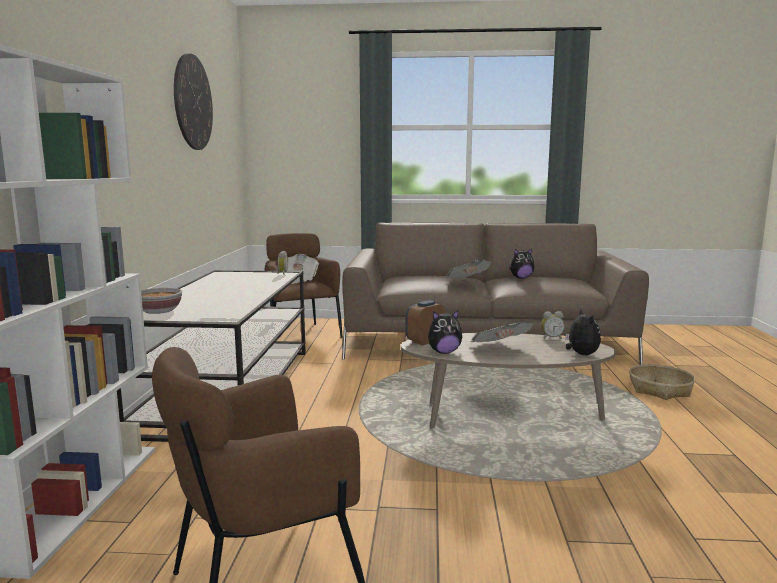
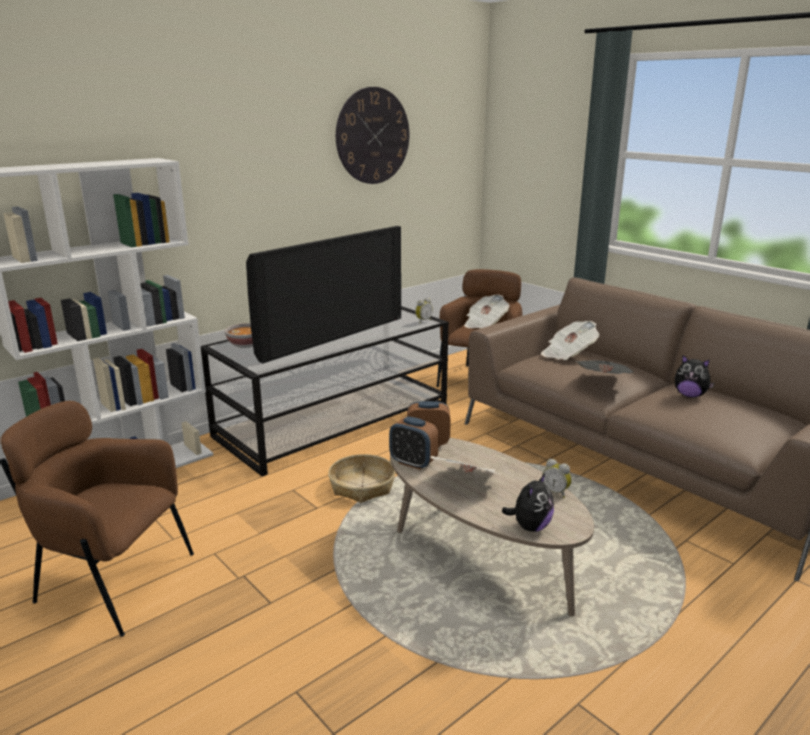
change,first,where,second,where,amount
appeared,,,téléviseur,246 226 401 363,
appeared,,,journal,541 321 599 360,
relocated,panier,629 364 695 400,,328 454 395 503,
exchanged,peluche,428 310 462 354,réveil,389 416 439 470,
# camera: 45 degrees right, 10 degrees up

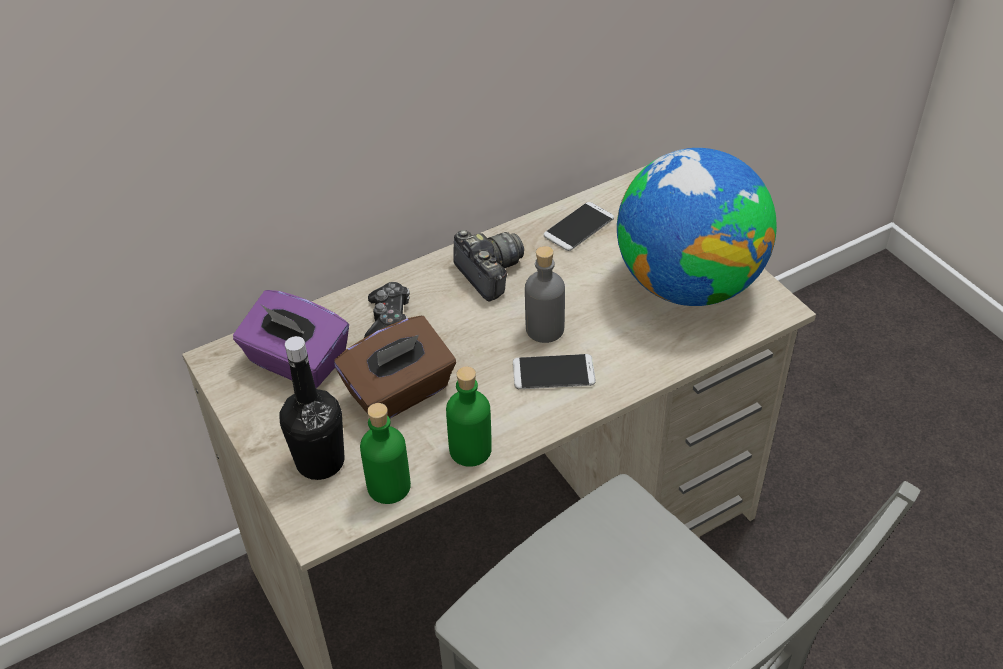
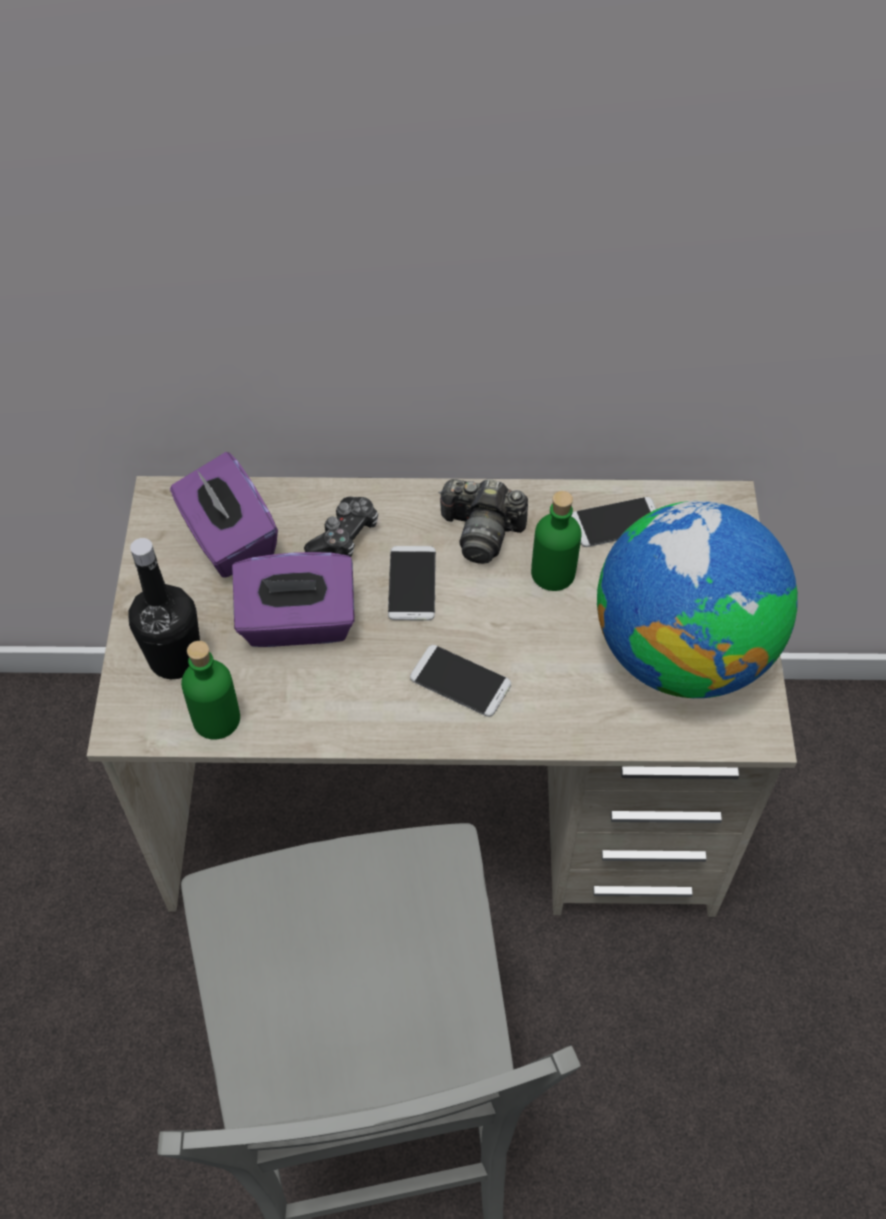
change,first,where,second,where,amount
missing,bouteille (gris),525 246 565 343,,,
appeared,,,téléphone,388 546 436 621,
relocated,bouteille (vert),446 367 492 467,,531 491 582 591,
colour,boîte à mouchoirs (marron),334 316 456 419,boîte à mouchoirs (violet),232 552 355 647,
spun,appareil photo,453 230 524 301,,438 479 528 564,105 degrees clockwise
# camera: 30 degrees right, 10 degrees up

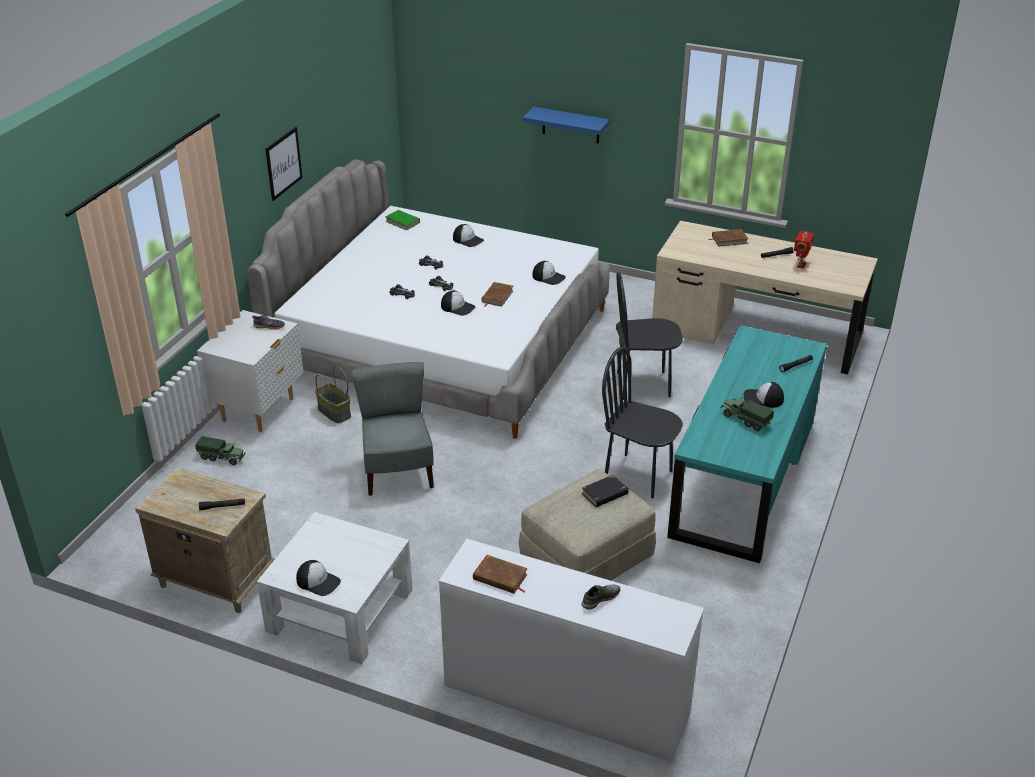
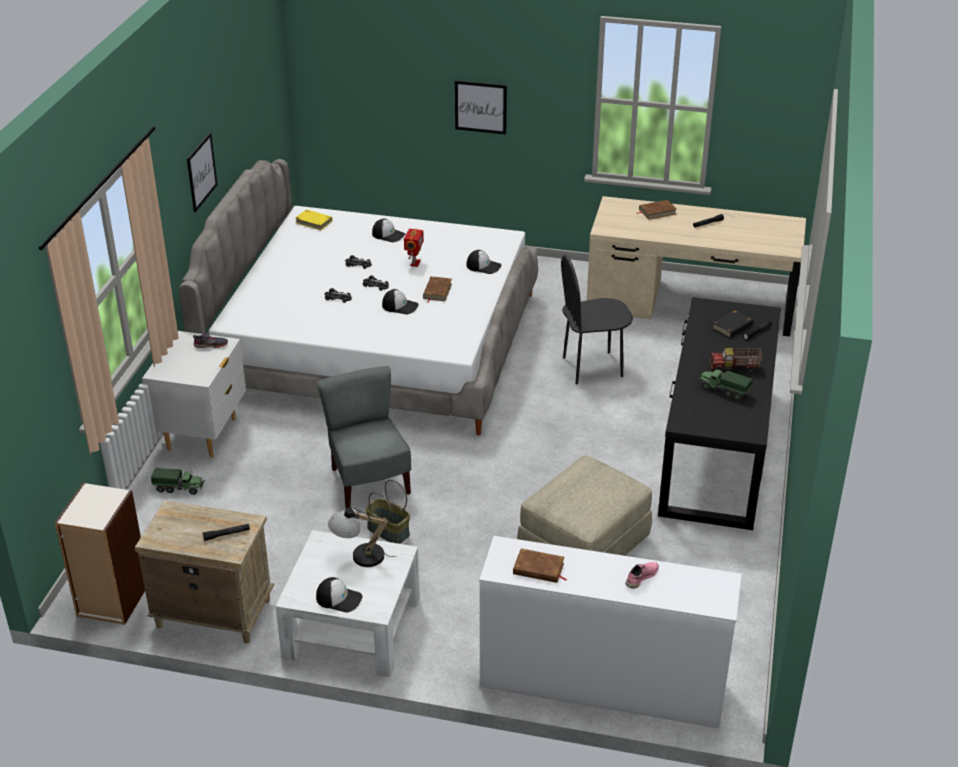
change,first,where,second,where,amount
missing,chaise (noir),602 347 683 498,,,
appeared,,,bibliothèque,55 483 145 625,
appeared,,,lampe de table,328 508 396 567,
relocated,panier,315 366 351 423,,365 480 410 544,
relocated,livre (noir),582 475 630 507,,712 310 754 338,
relocated,robot jouet,794 231 814 269,,404 229 424 267,
exchanged,étagère (bleu),523 107 610 144,tableau,455 80 507 134,
exchanged,casquette,743 382 784 408,camion jouet,710 348 762 373,
colour,livre (vert),385 210 420 230,livre (jaune),295 209 332 230,
colour,chaussure (gris),581 584 620 609,chaussure (rose),626 562 659 589,
colour,bureau (turquoise),667 325 827 563,bureau (noir),658 297 781 530,
# camera: 10 degrees left, 0 degrees up

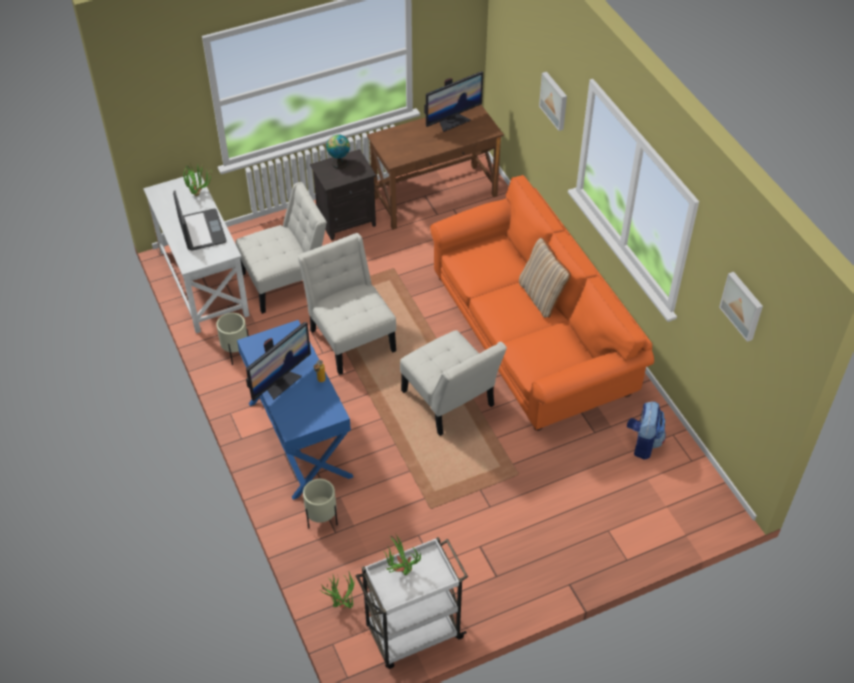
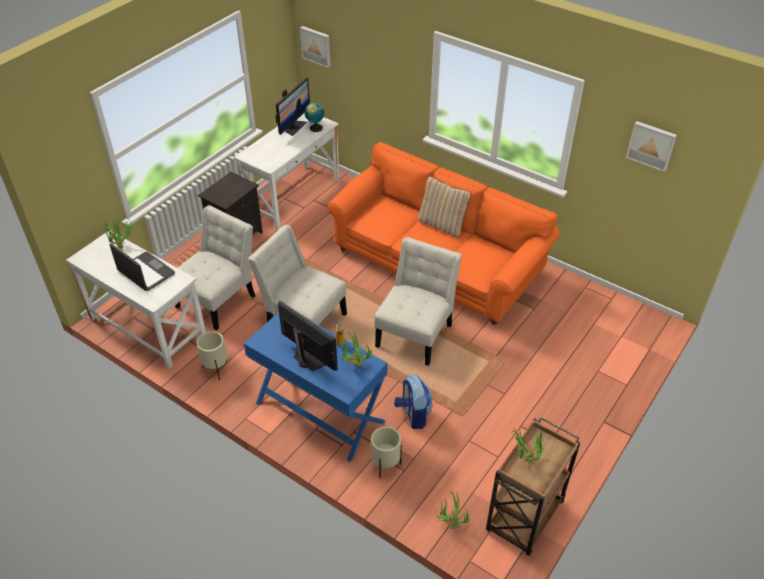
change,first,where,second,where,amount
appeared,,,plante en pot,340 332 372 367,
relocated,globe,326 134 350 169,,305 103 324 132,
relocated,tableau,539 72 567 131,,300 26 331 68,
relocated,sac à dos,627 401 666 460,,394 374 432 429,
colour,chariot (blanc),356 537 468 669,chariot (marron),486 417 580 556,
colour,bureau (marron),367 105 504 230,bureau (blanc),234 113 339 230,
spun,écran d'ordinateur,246 322 311 401,,278 301 338 371,60 degrees counterclockwise
spun,chaise (blanc),400 330 507 436,,374 237 462 366,90 degrees counterclockwise
# camera: 30 degrees left, 5 degrees down

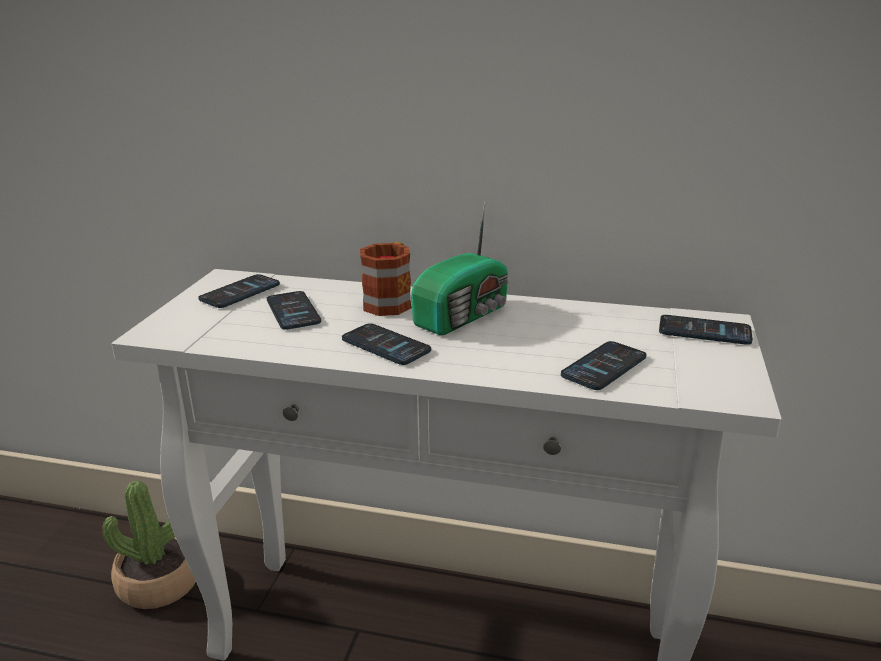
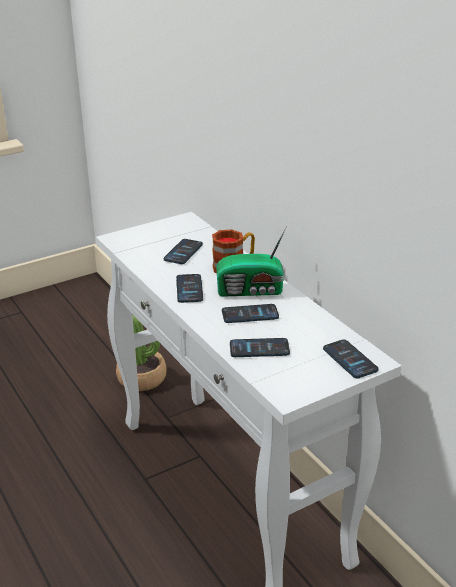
change,first,where,second,where,amount
relocated,téléphone,198 274 280 308,,222 304 279 323,
# camera: 45 degrees right, 5 degrees up

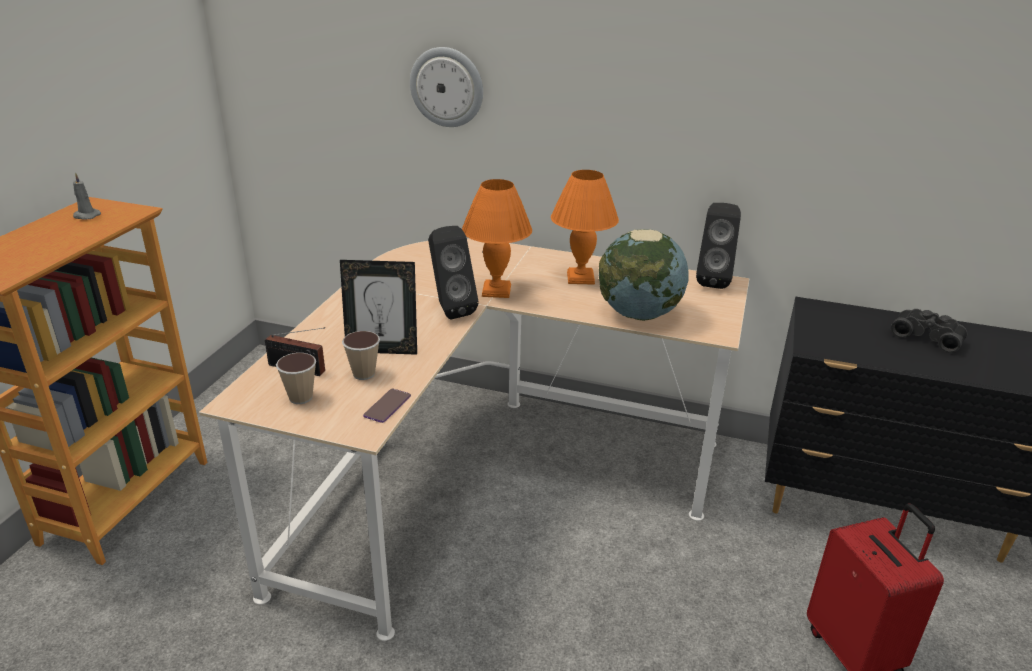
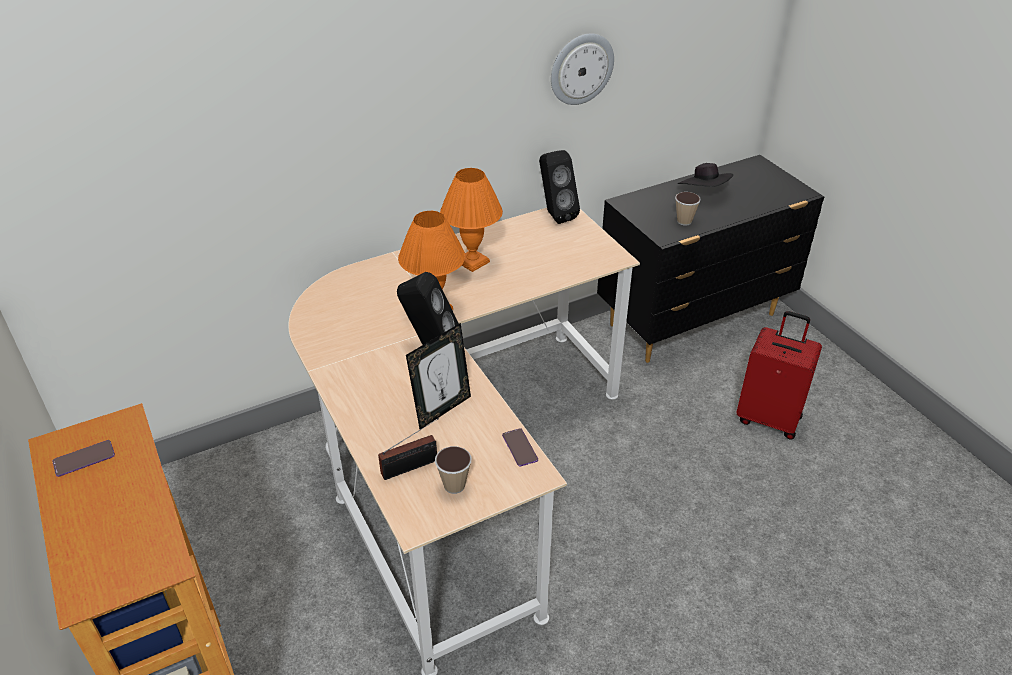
change,first,where,second,where,amount
missing,globe,599 230 689 321,,,
relocated,tasse,342 331 380 380,,675 192 701 226,
relocated,horloge murale,410 47 483 127,,551 33 614 105,
exchanged,bougie (gris),73 172 101 220,téléphone,52 440 115 477,
exchanged,jumelles (noir),891 309 967 353,chapeau (noir),678 163 733 187,
# camera: 45 degrees left, 10 degrees up

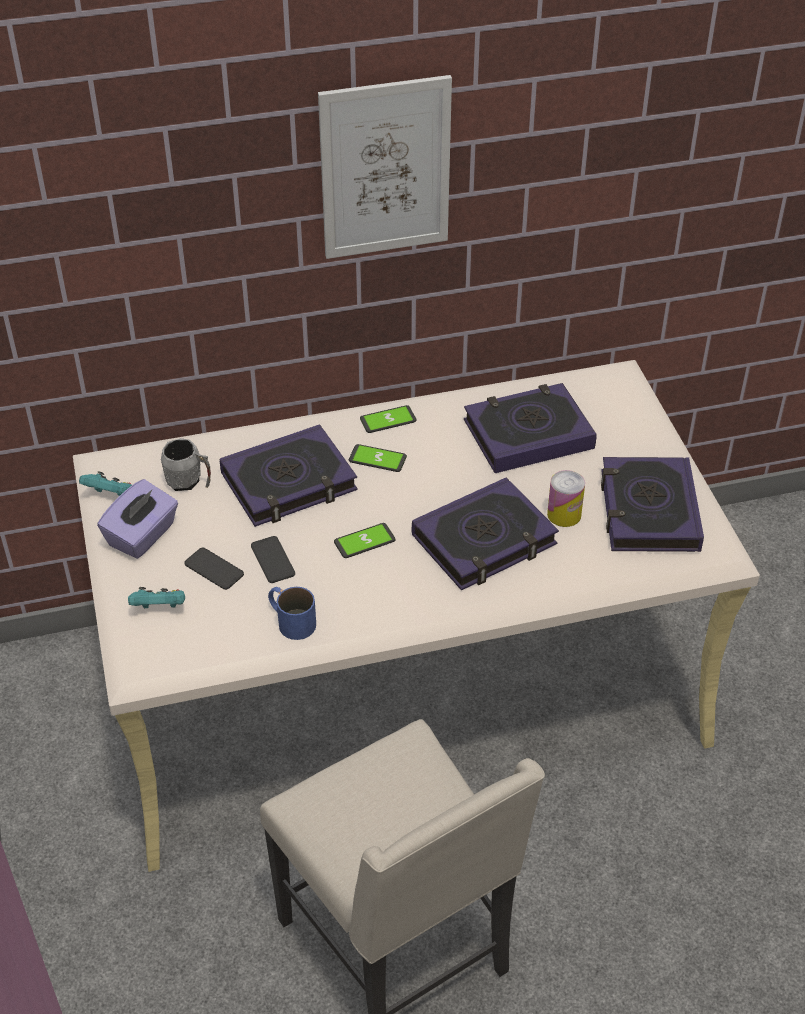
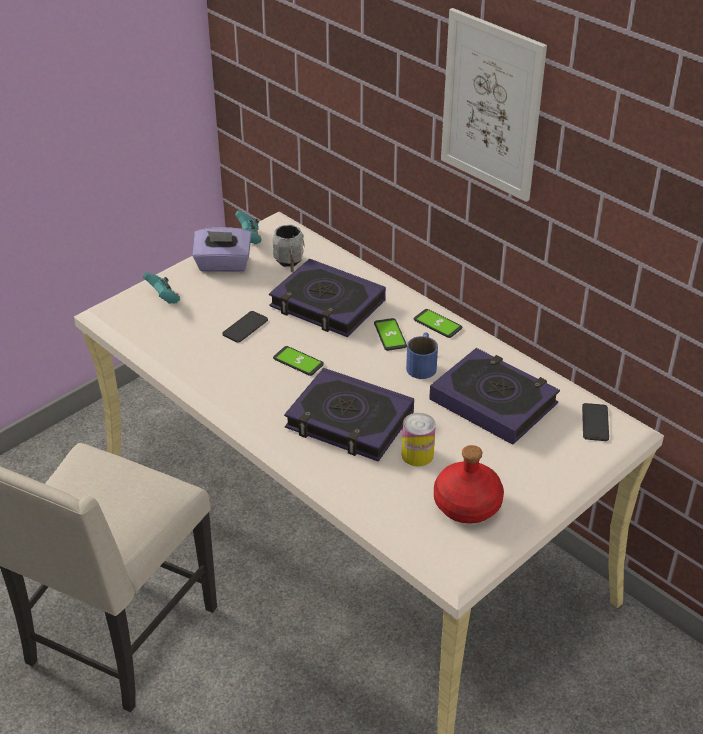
change,first,where,second,where,amount
relocated,téléphone,184 548 244 590,,582 403 609 441,
relocated,mug (bleu),268 587 316 640,,406 333 438 379,
exchanged,livre,601 457 704 552,bouteille (rouge),434 445 504 523,
# camera: 60 degrees right, 5 degrees down

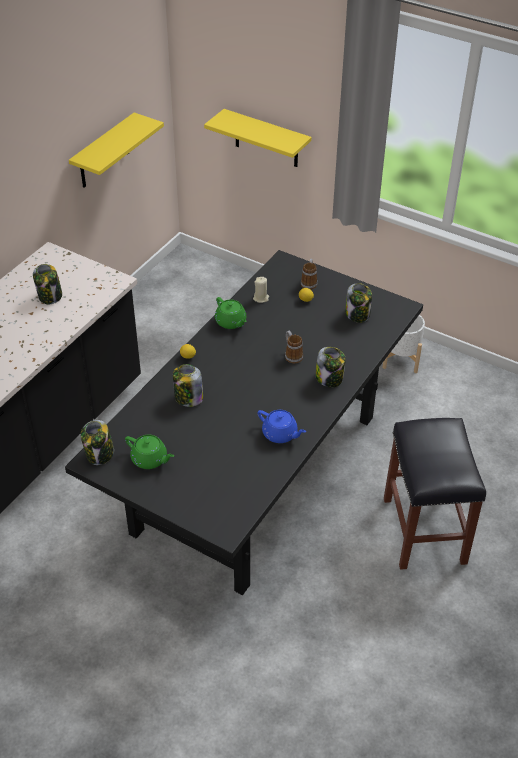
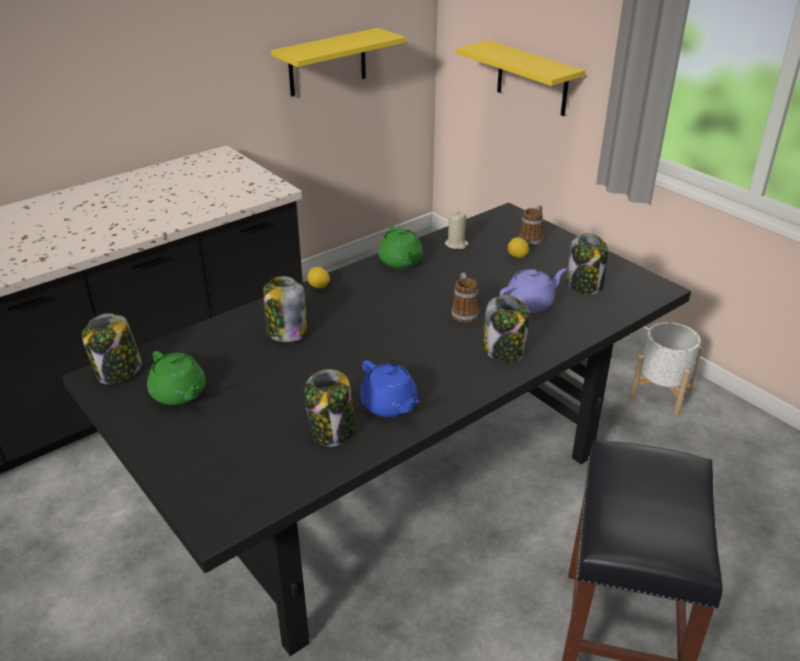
change,first,where,second,where,amount
appeared,,,théière (violet),499 269 567 313,
relocated,bocal,33 264 62 304,,304 369 356 447,
# camera: 20 degrees right, 10 degrees down

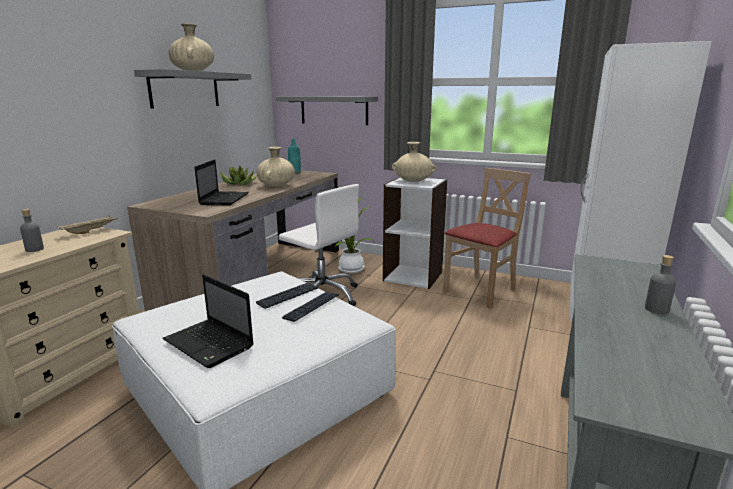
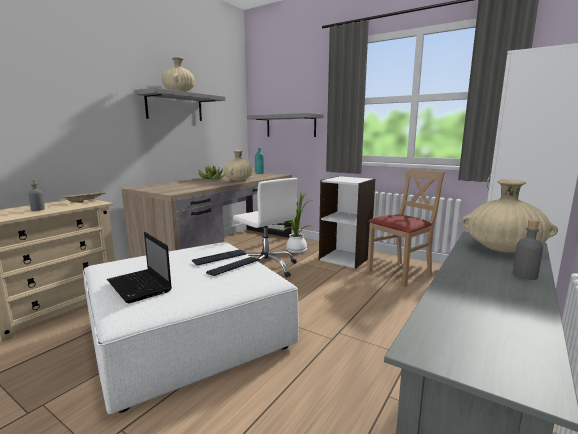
change,first,where,second,where,amount
missing,ordinateur portable,194 160 249 205,,,
relocated,vase (beige),392 142 437 182,,461 179 558 253,
# camera: 10 degrees right, 5 degrees down

